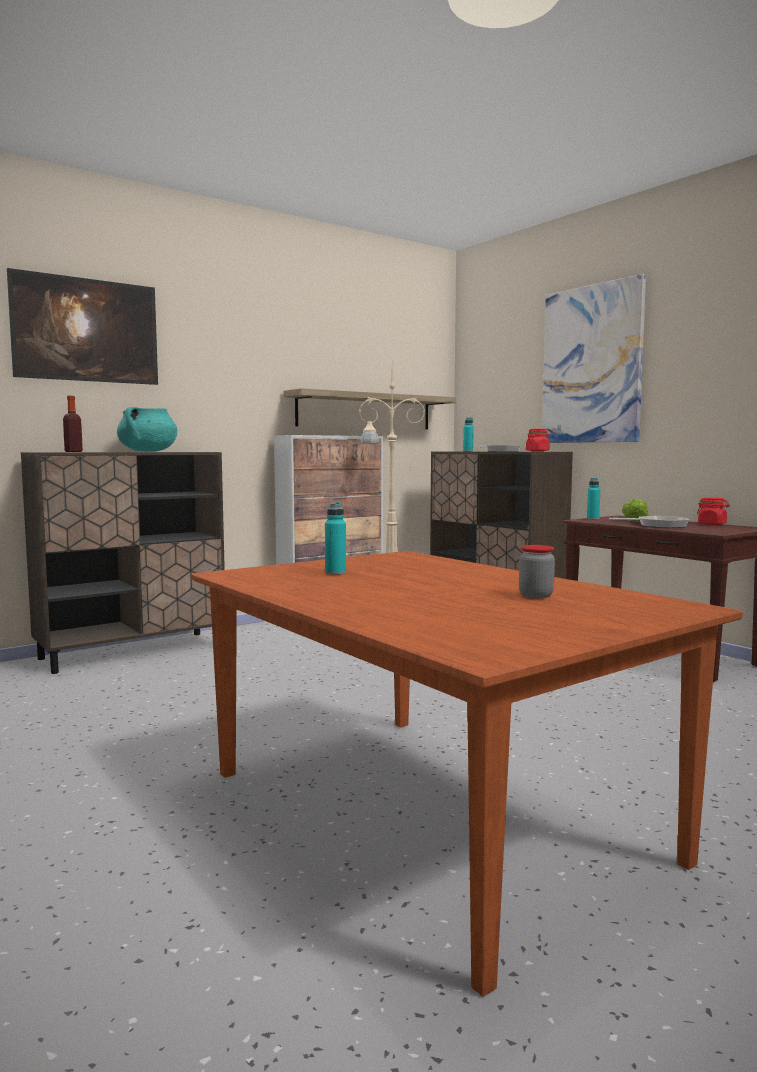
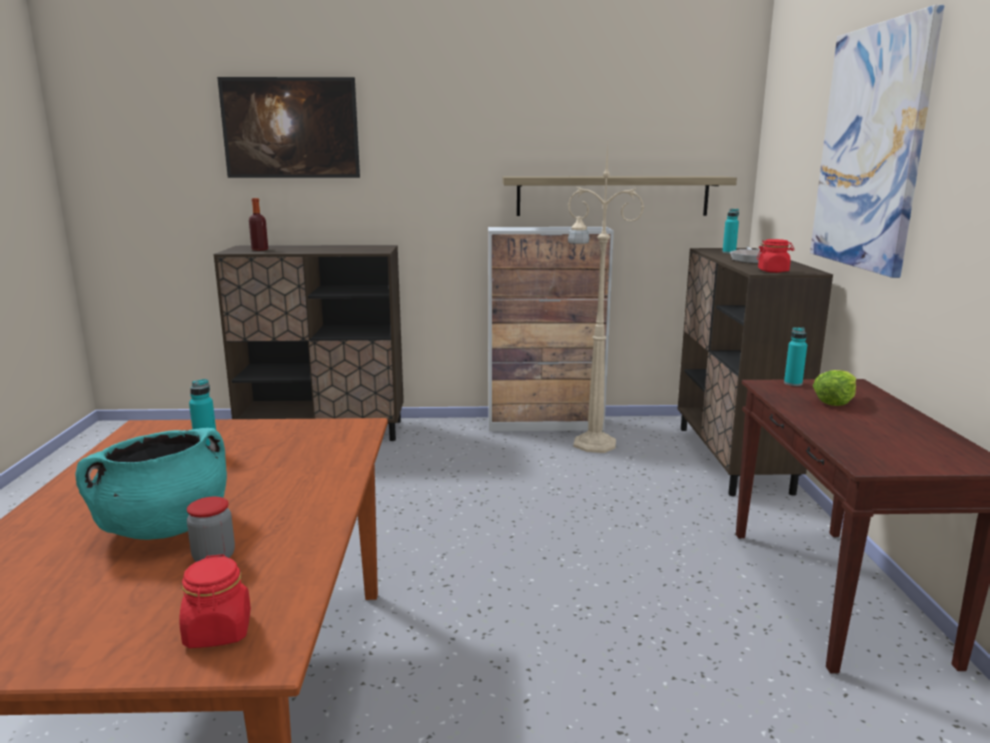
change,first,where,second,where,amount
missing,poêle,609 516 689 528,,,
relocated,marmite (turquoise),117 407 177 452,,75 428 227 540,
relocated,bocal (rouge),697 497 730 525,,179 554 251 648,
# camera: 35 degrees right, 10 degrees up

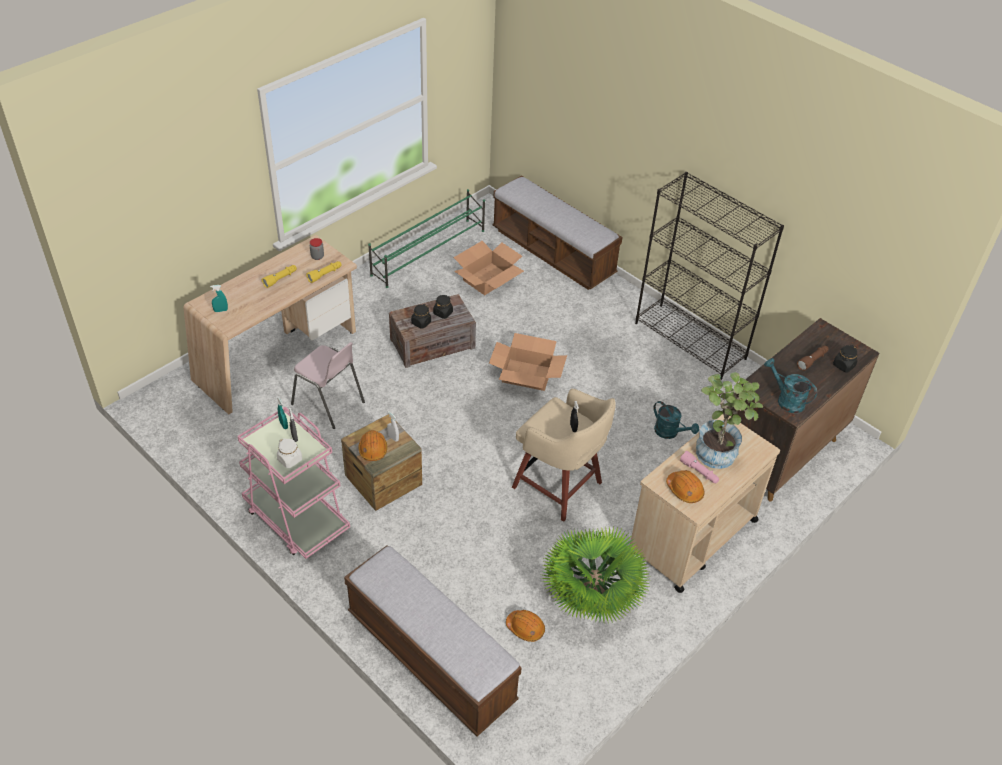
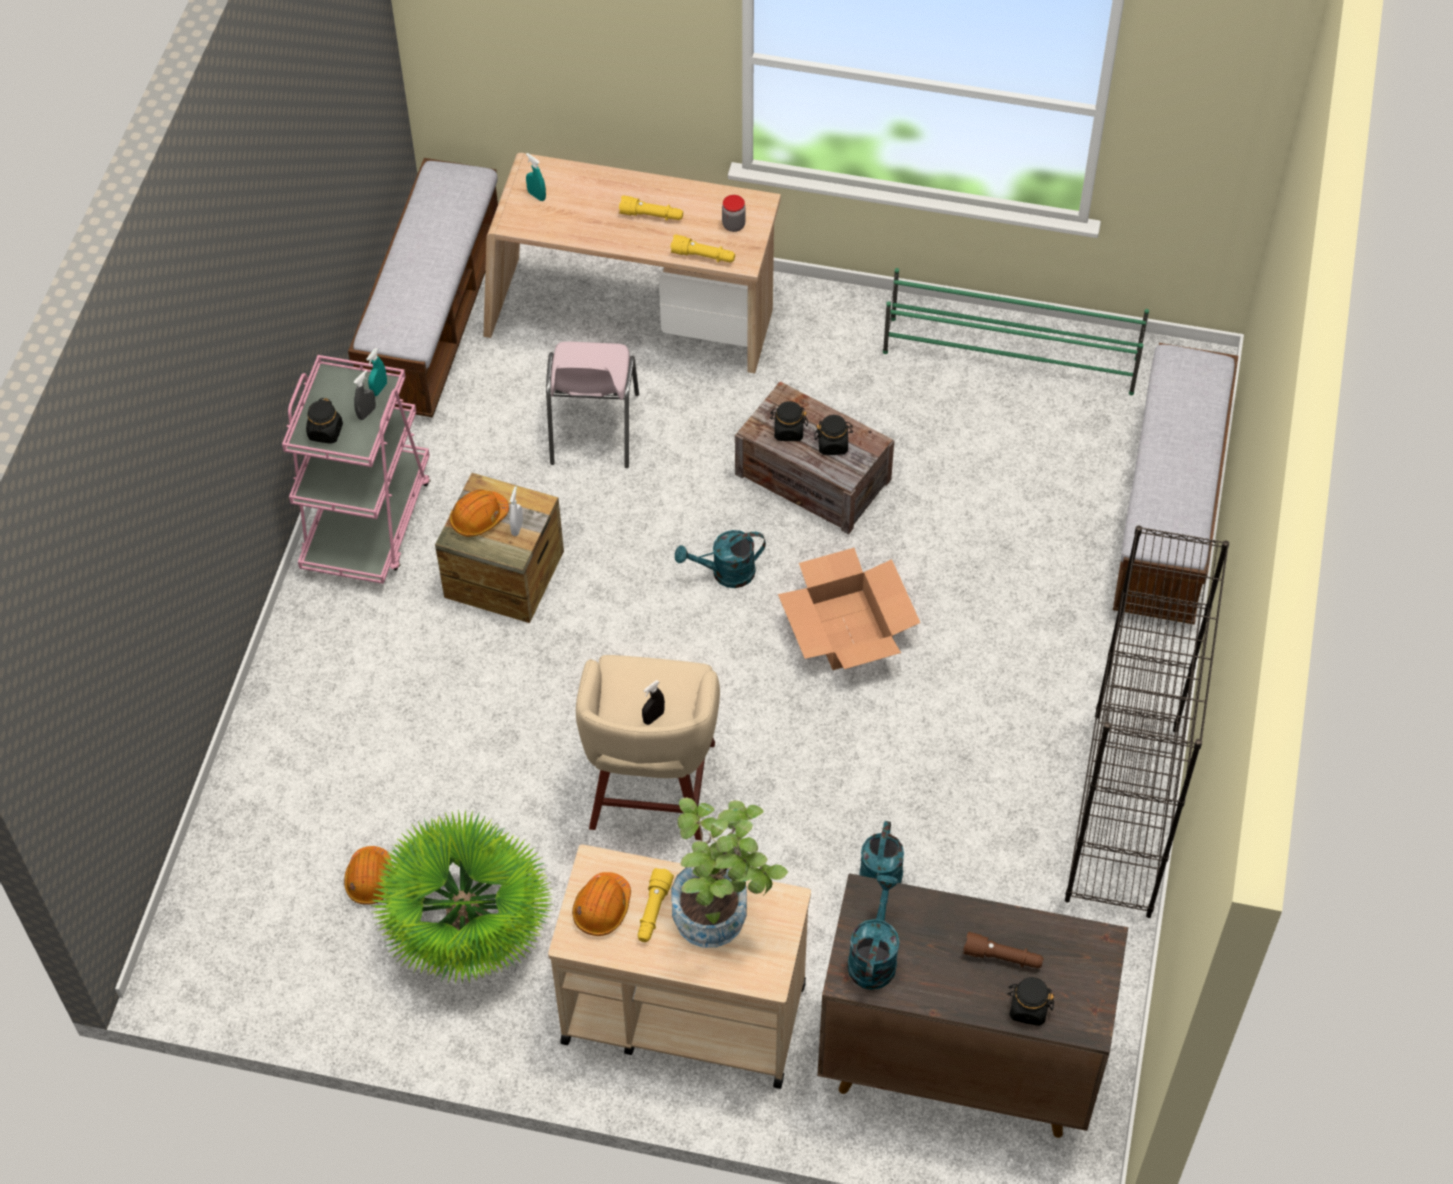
change,first,where,second,where,amount
missing,carton,453 241 524 295,,,
appeared,,,arrosoir (turquoise),675 530 766 588,
relocated,banc,344 545 522 736,,348 158 498 418,
colour,bocal (blanc),277 438 302 468,bocal (noir),306 398 343 444,
colour,lampe de poche (rose),680 451 719 483,lampe de poche (jaune),637 868 674 942,
# camera: 60 degrees right, 10 degrees up

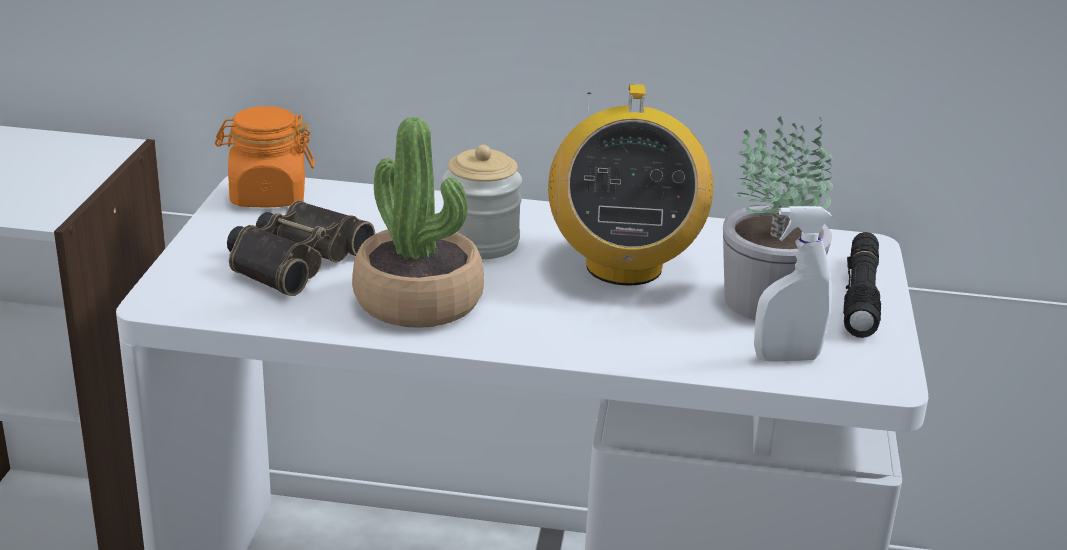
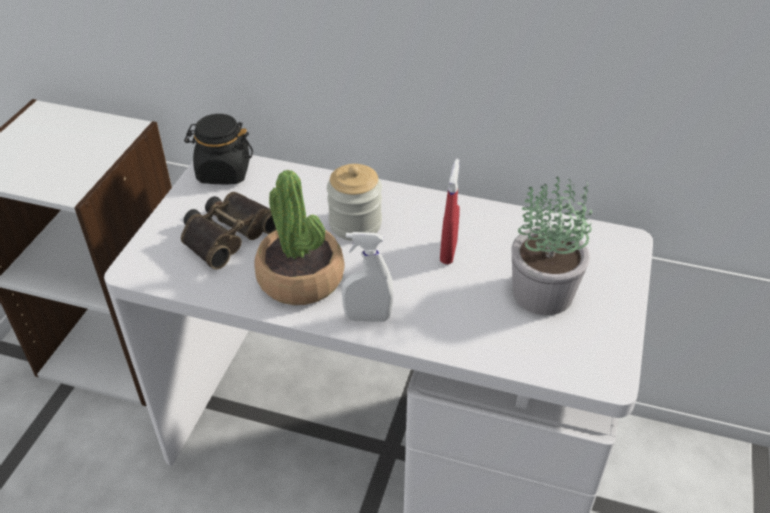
change,first,where,second,where,amount
missing,lampe de poche (noir),843 232 881 338,,,
relocated,vaporisateur (blanc),754 206 832 361,,342 232 393 322,
exchanged,radio,548 84 713 286,vaporisateur (rouge),440 159 460 264,
colour,bocal (orange),215 106 314 207,bocal (noir),184 114 253 184,
# camera: 10 degrees right, 15 degrees up

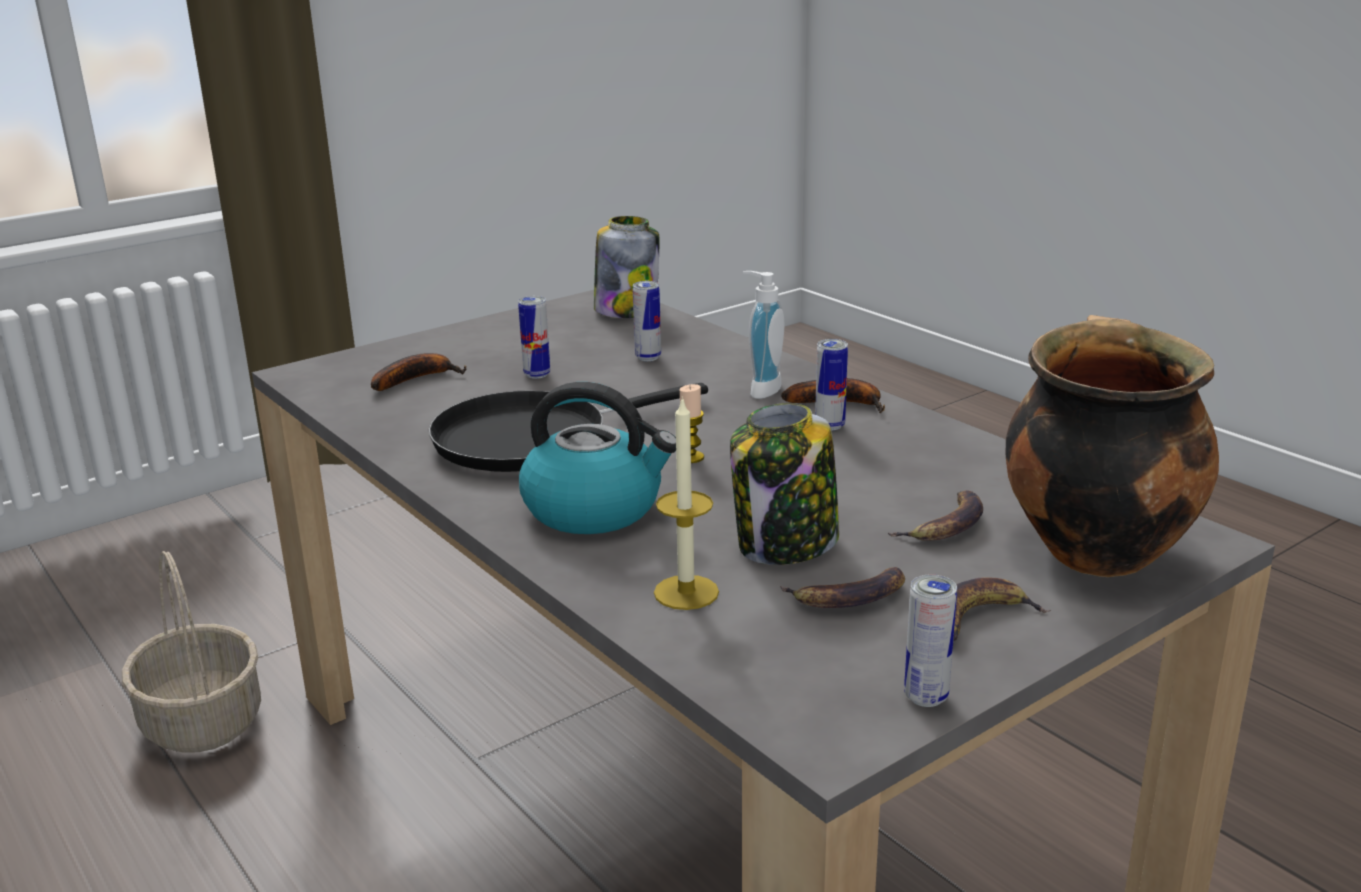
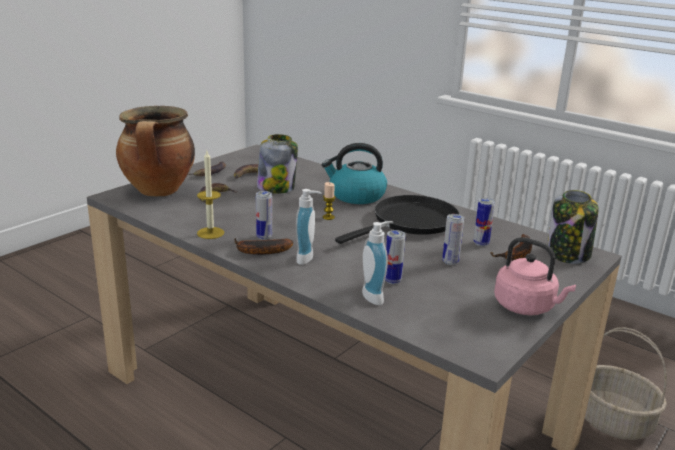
change,first,where,second,where,amount
appeared,,,distributeur de savon,362 221 393 305,
appeared,,,bouilloire (rose),494 237 576 315,
relocated,bocal,594 216 659 318,,548 190 599 264,
relocated,bougie,654 396 719 610,,197 151 224 239,
relocated,boîte métallique,904 574 957 707,,473 198 495 246,
# camera: 165 degrees right, 0 degrees up

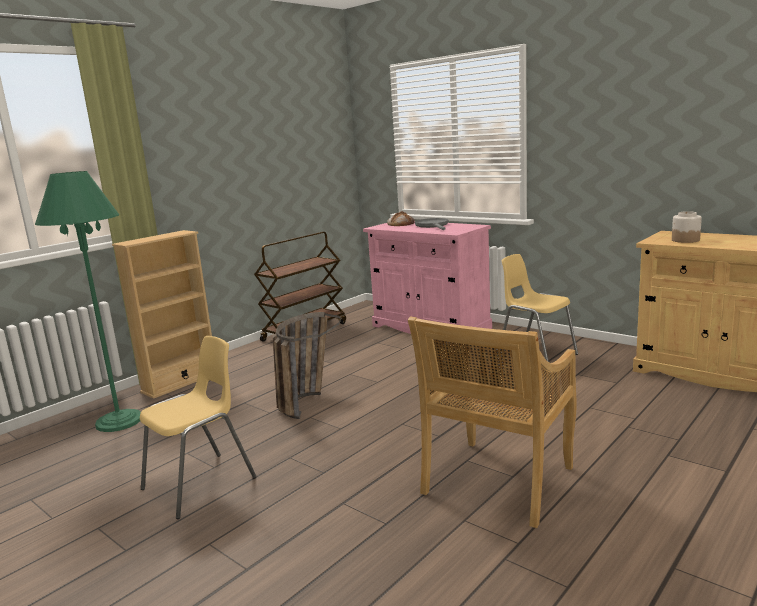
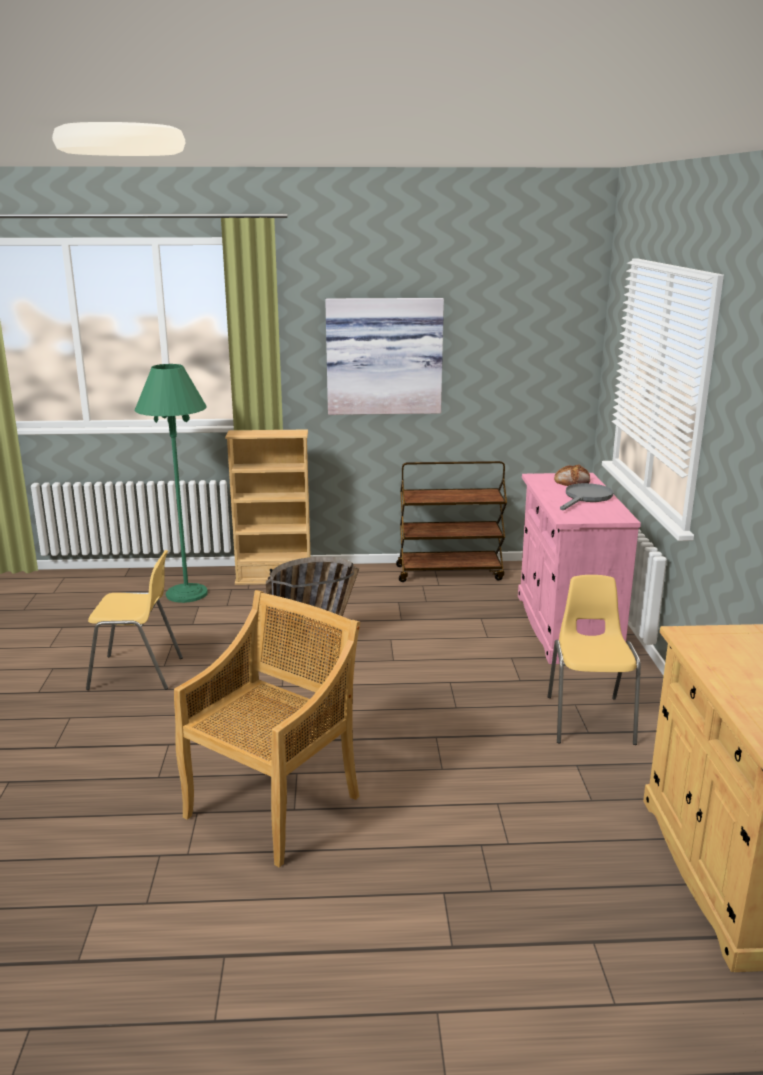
change,first,where,second,where,amount
missing,bocal,672 211 702 243,,,
appeared,,,tableau,325 298 444 415,
spun,chaise (beige),408 316 577 528,,174 590 360 868,135 degrees clockwise
# camera: 45 degrees right, 5 degrees up

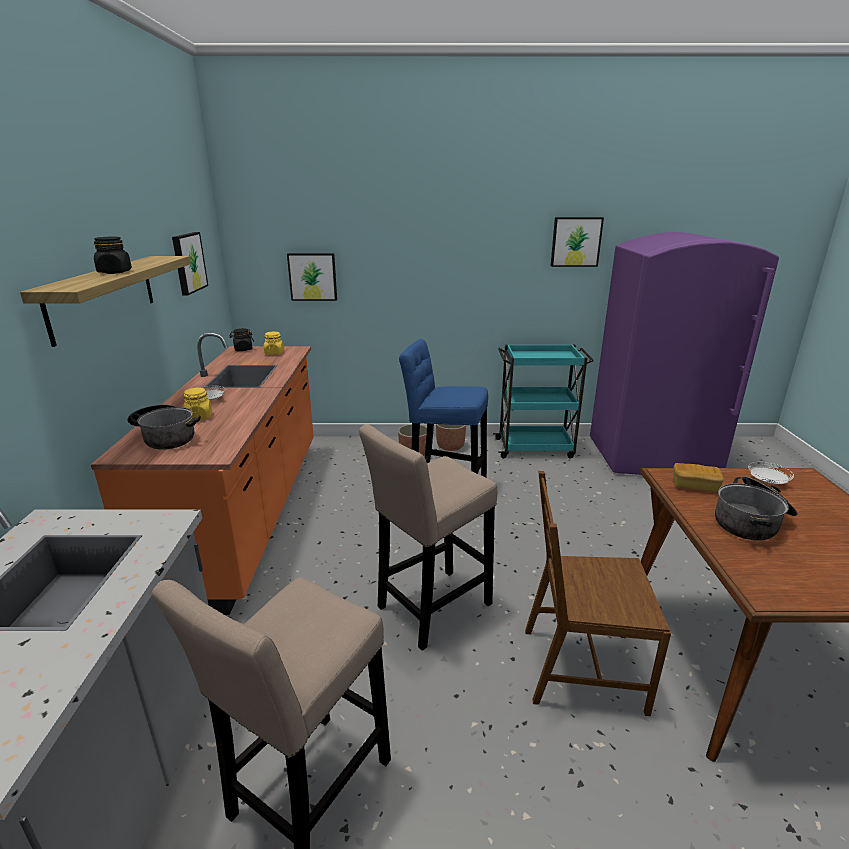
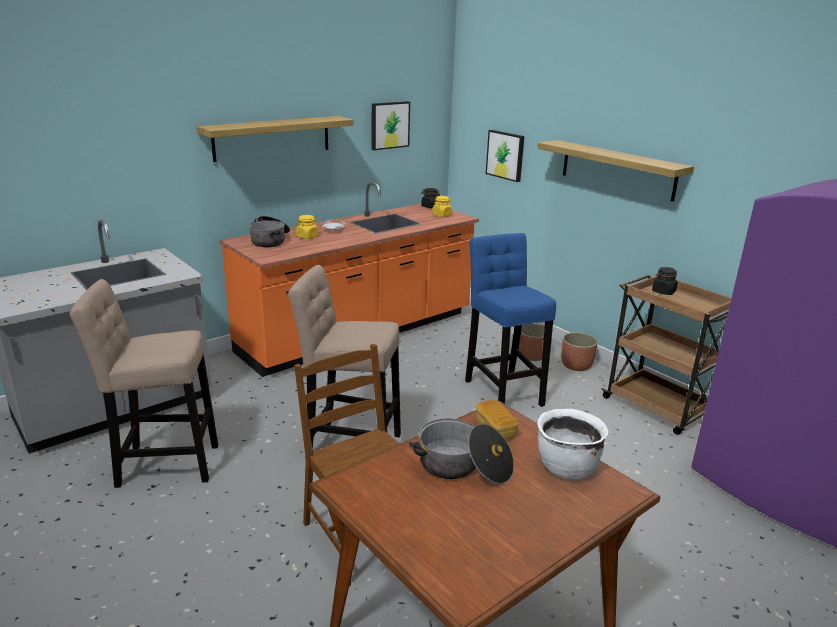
change,first,where,second,where,amount
missing,tableau,551 217 604 267,,,
appeared,,,étagère,537 140 694 202,
relocated,bocal (noir),94 237 132 274,,652 267 678 295,
exchanged,assiette (blanc),748 462 794 484,marmite (blanc),538 409 609 479,
colour,chariot (turquoise),493 345 594 459,chariot (marron),601 274 731 435,
# camera: 50 degrees right, 0 degrees up

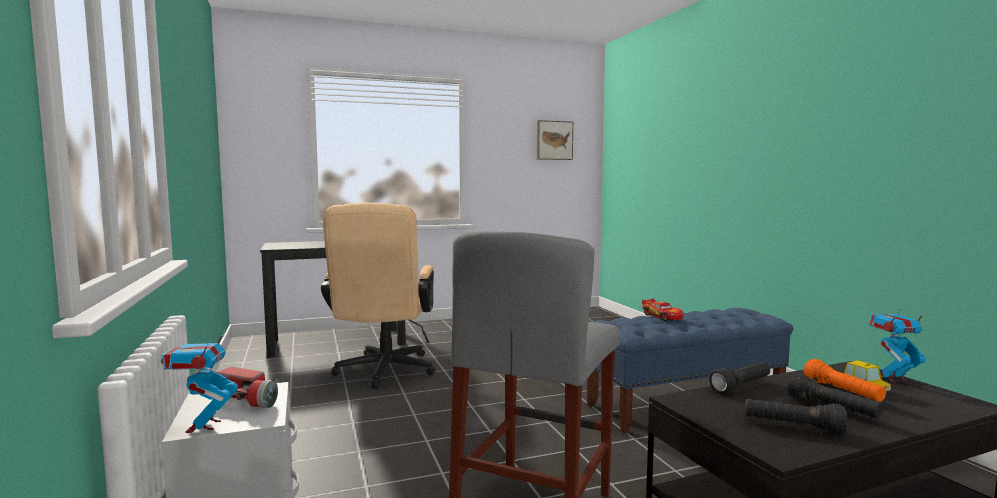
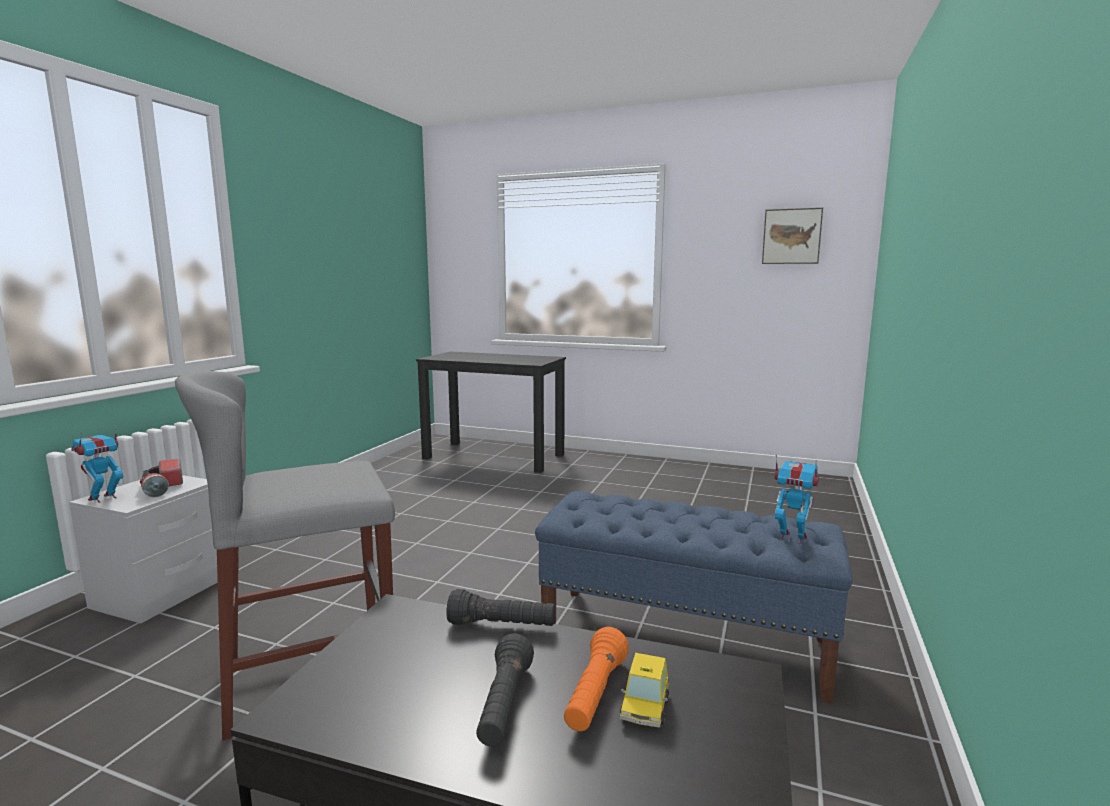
change,first,where,second,where,amount
missing,chaise de bureau (beige),321 203 436 388,,,
missing,petite voiture,642 299 684 321,,,
missing,lampe de poche (noir),745 399 847 434,,,
relocated,robot jouet,869 308 927 383,,774 454 819 544,
# camera: 40 degrees right, 5 degrees up

